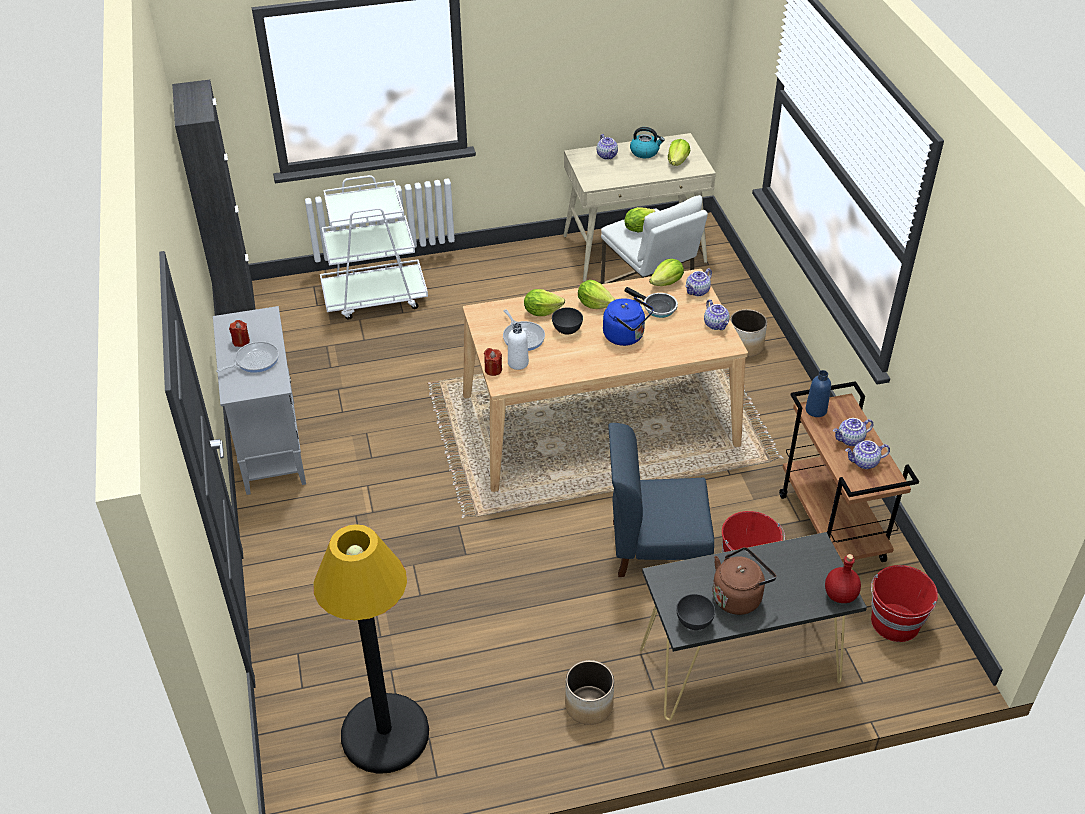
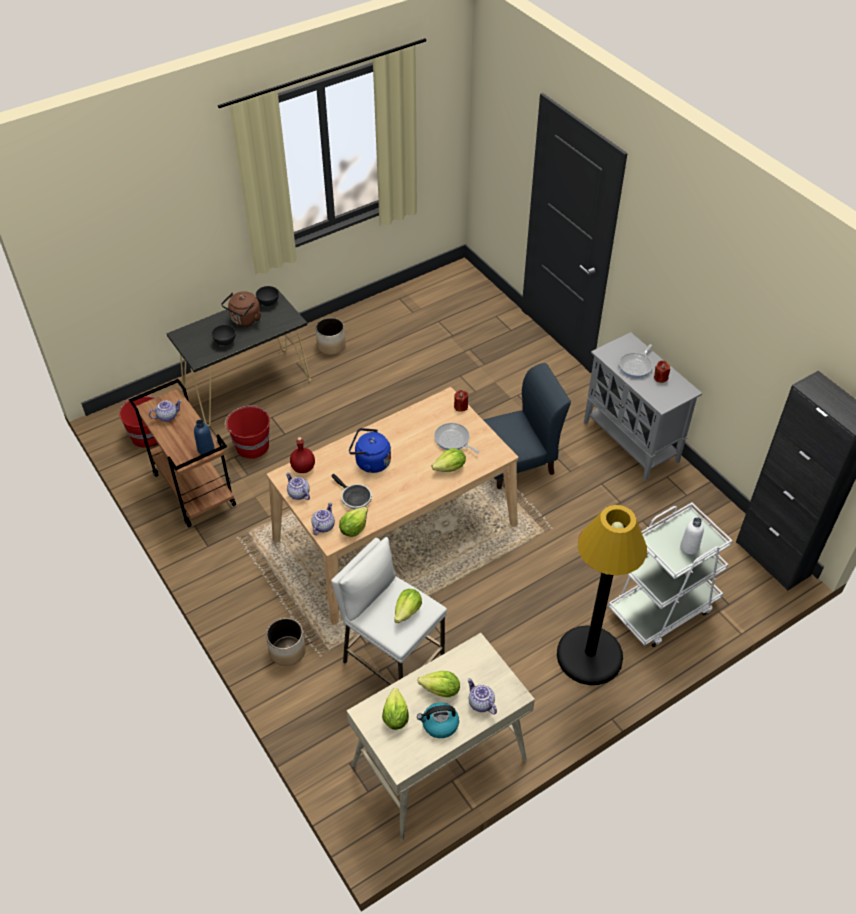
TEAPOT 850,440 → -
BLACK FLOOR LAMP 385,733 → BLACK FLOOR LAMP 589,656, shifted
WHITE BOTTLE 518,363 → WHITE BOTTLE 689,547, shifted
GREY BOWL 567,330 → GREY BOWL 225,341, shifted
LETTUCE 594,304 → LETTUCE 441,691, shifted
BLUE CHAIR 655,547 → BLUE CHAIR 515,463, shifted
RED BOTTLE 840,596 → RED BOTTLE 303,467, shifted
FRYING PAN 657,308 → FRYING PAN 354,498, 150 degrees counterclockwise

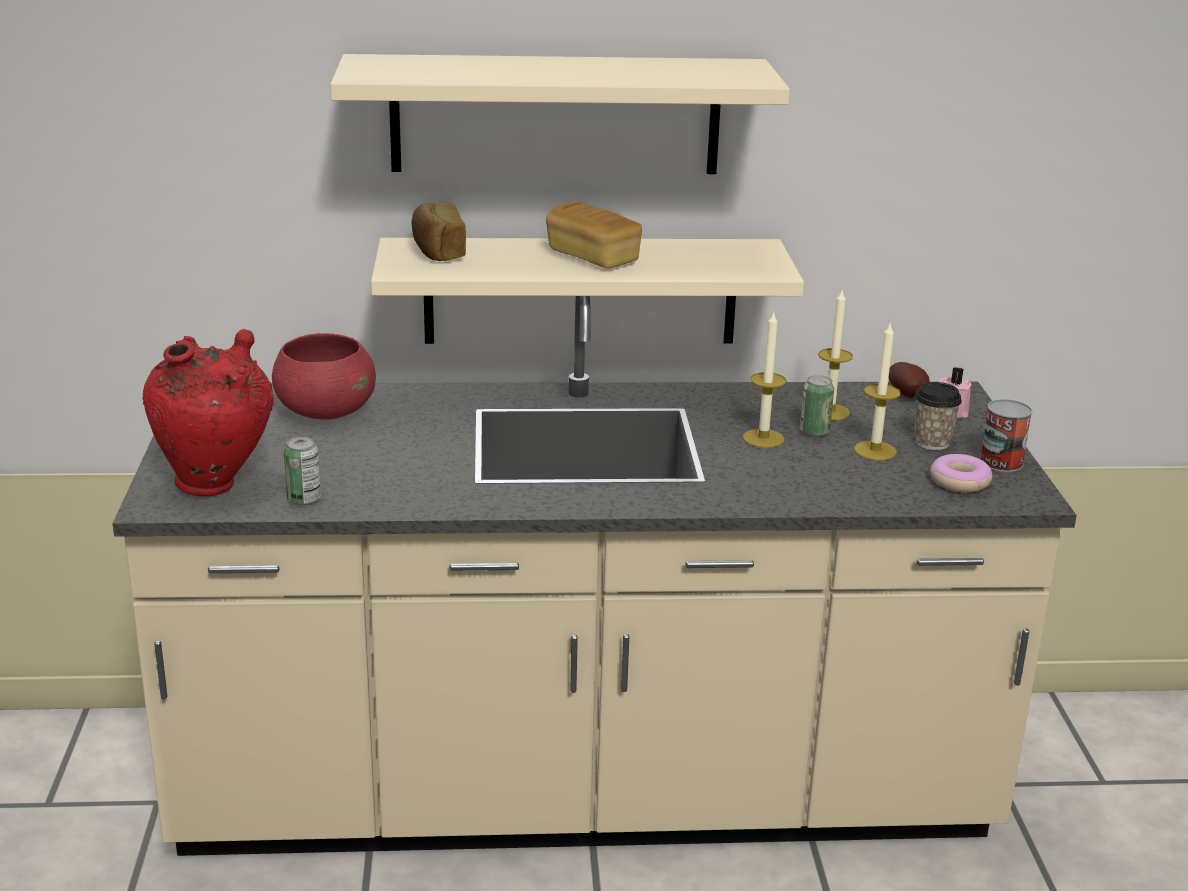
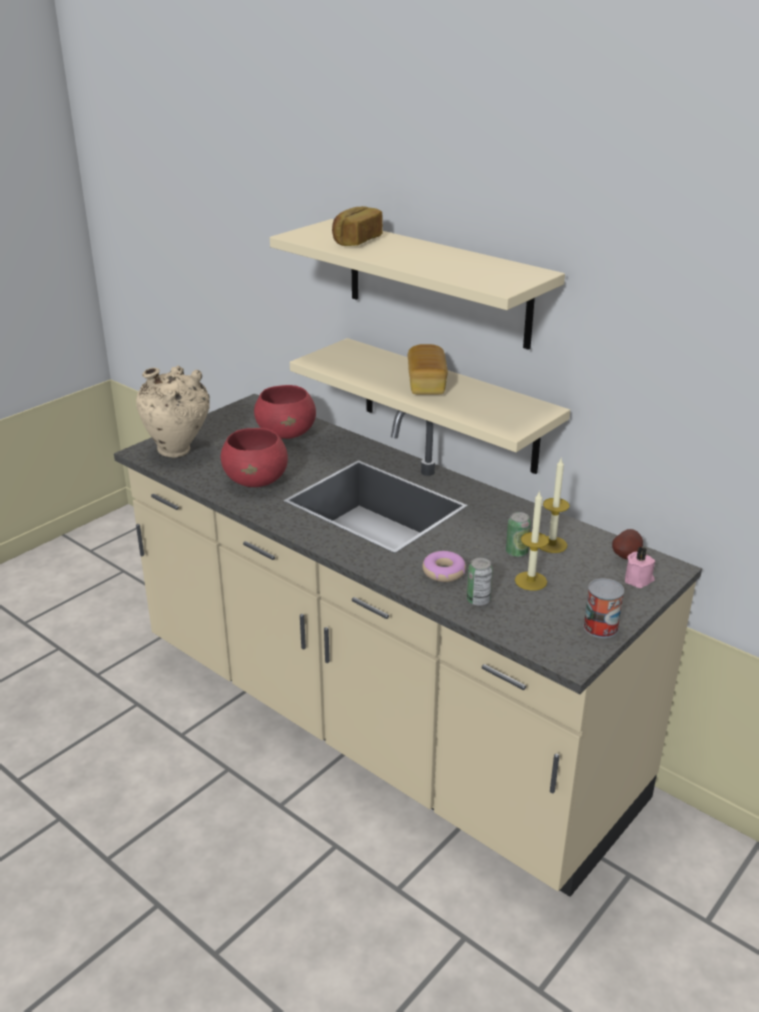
CANDLE 763,438 → -
CUP 932,442 → -
- → RED BOWL 257,481
CAN 304,499 → CAN 478,600, shifted
BREAD 437,251 → BREAD 356,241, shifted
DONUT 960,482 → DONUT 443,572, shifted
RED VASE 216,485 → BEIGE VASE 178,452

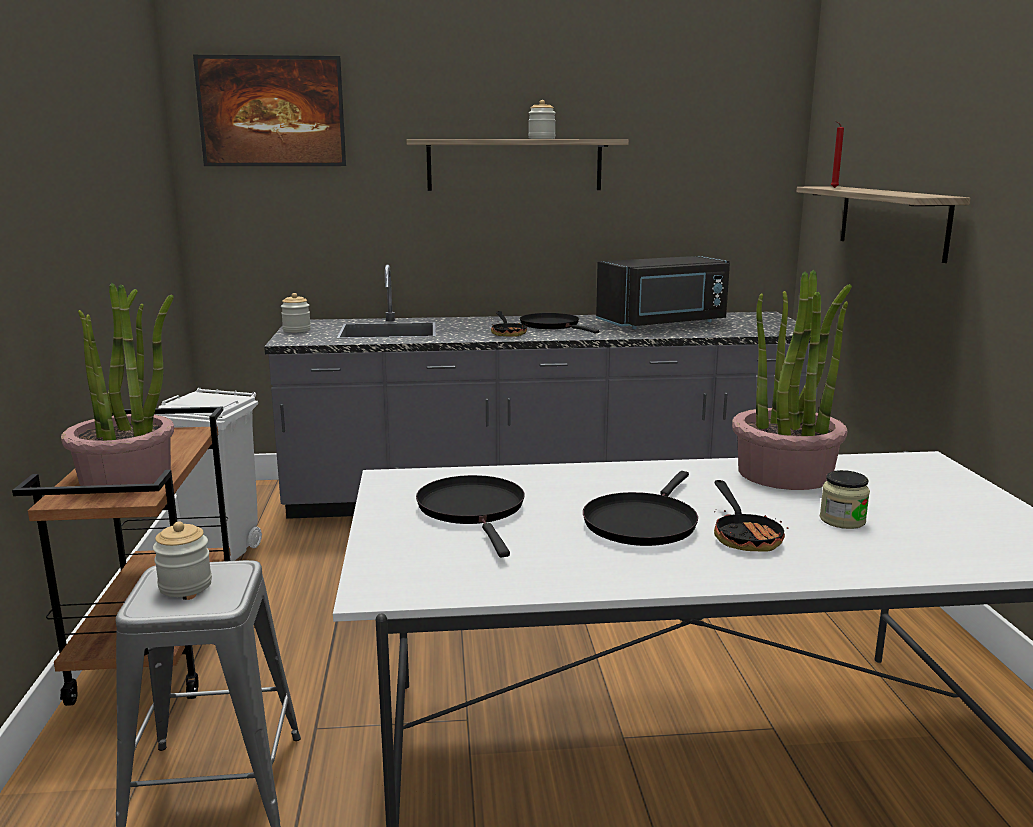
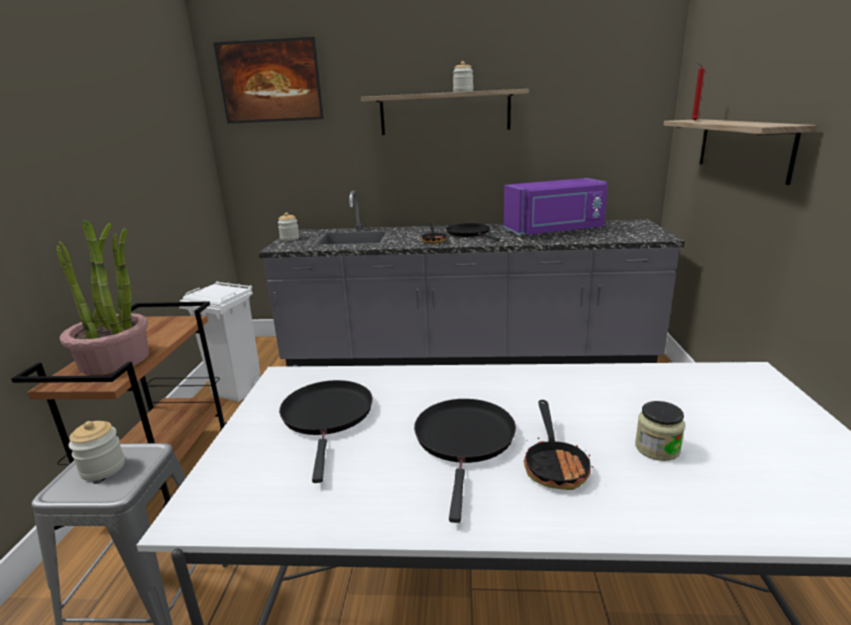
POTTED PLANT 785,473 → -
BLACK MICROWAVE 664,323 → PURPLE MICROWAVE 555,231
BLACK FRYING PAN 642,523 → BLACK FRYING PAN 465,440, 150 degrees clockwise

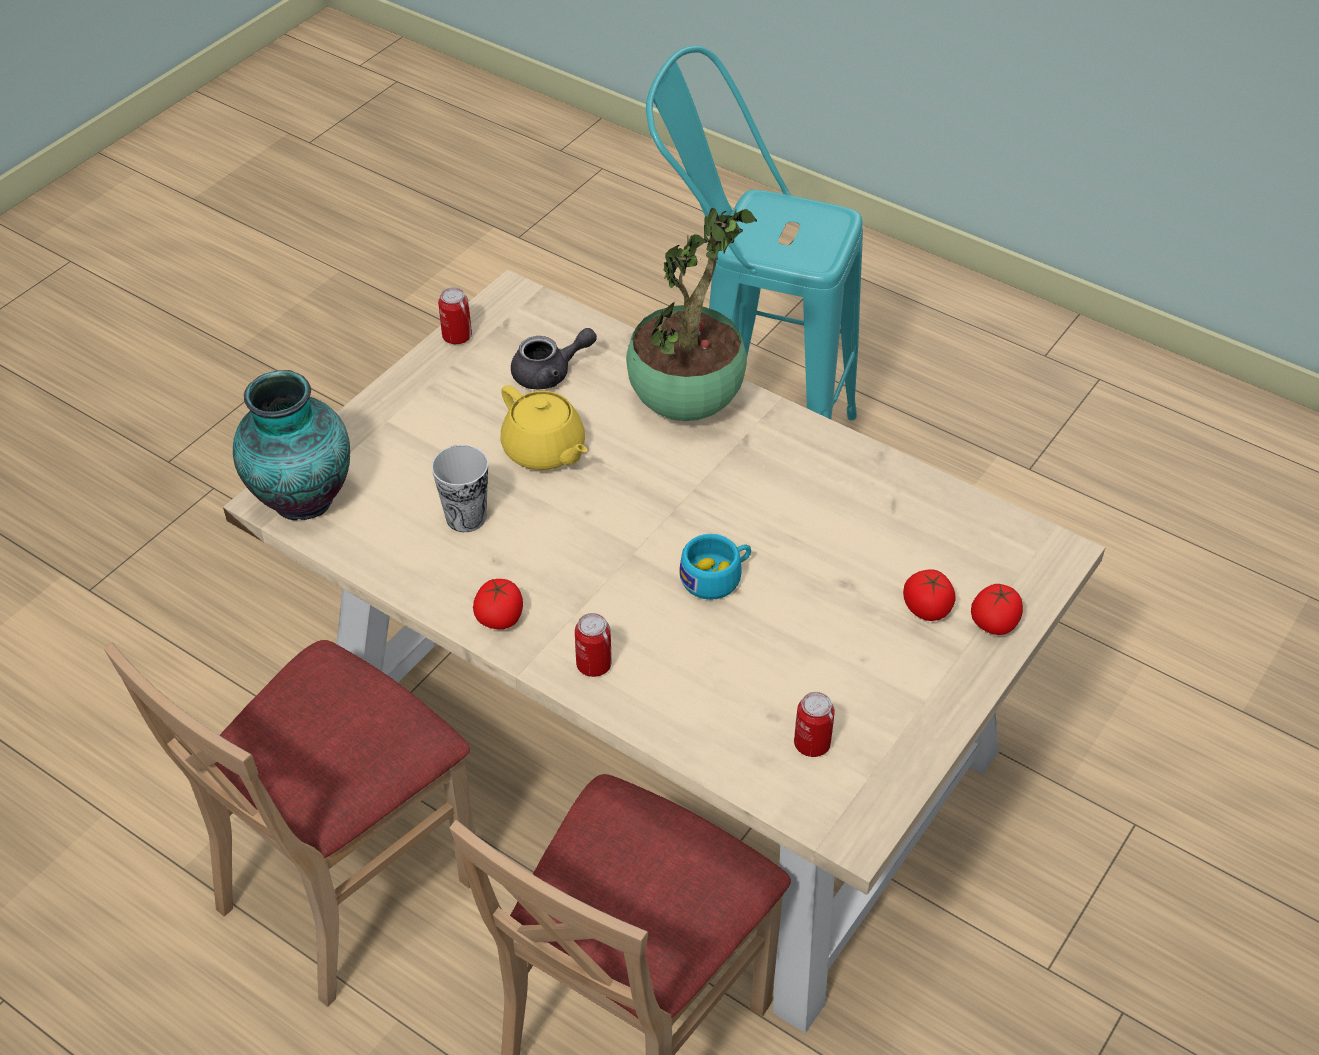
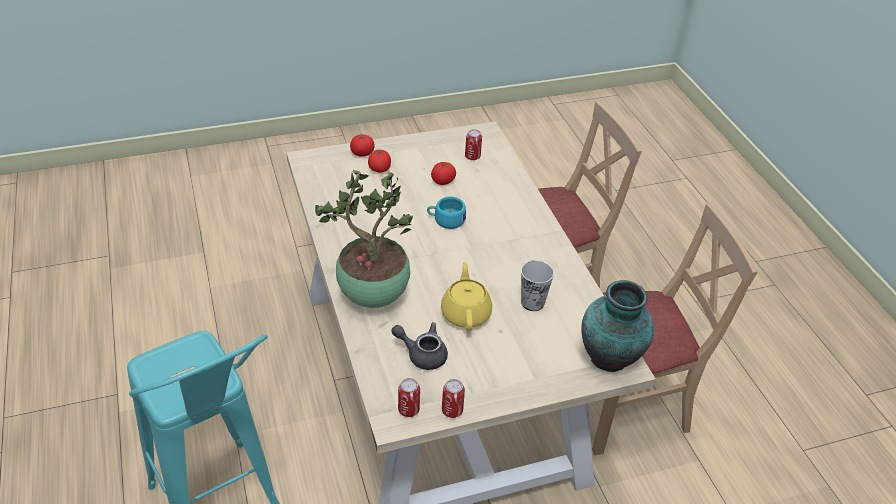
TOMATO 500,617 → TOMATO 443,181, shifted
CAN 594,665 → CAN 408,409, shifted

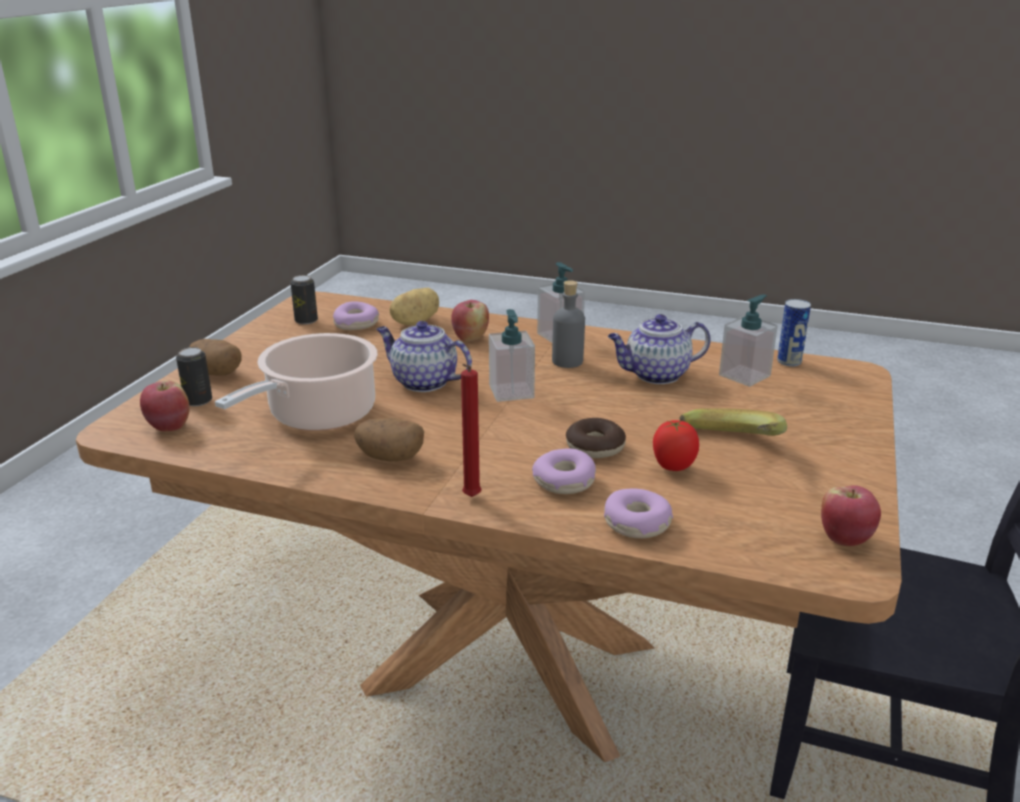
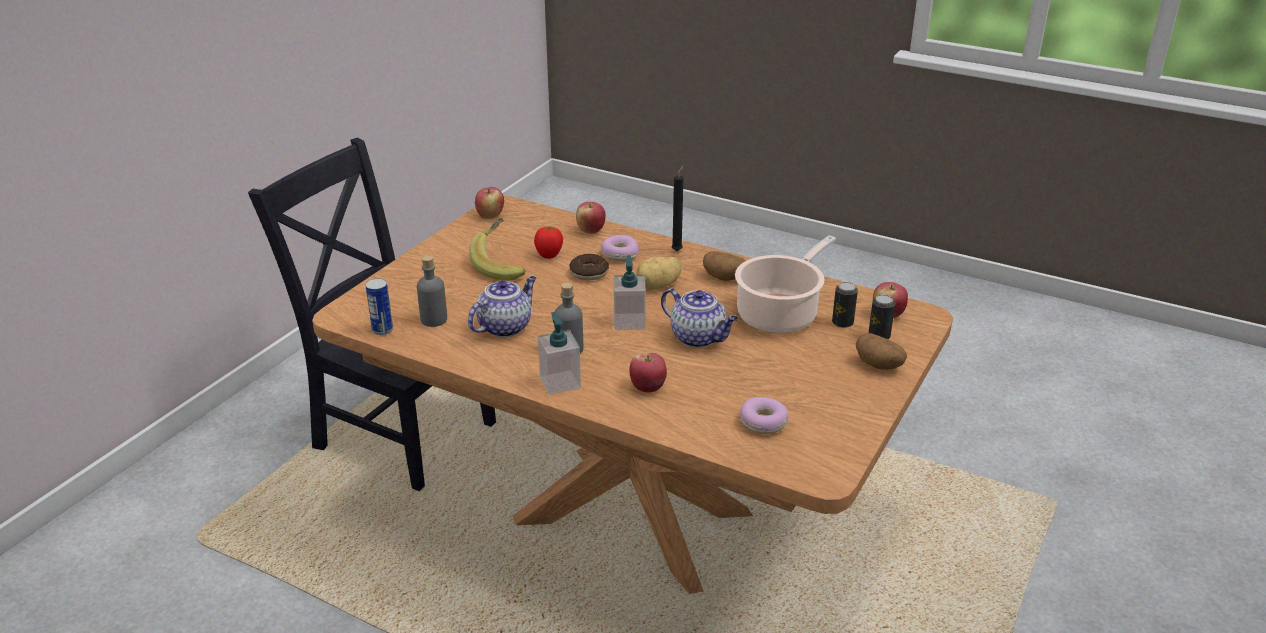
CAN 306,321 → CAN 842,323, shifted
POTATO 414,322 → POTATO 659,286, shifted
DONUT 637,524 → APPLE 590,231
SOAP DISPENSER 744,375 → GREY BOTTLE 434,319
RED CANDLE 470,498 → BLACK CANDLE 677,250
TEAPOT 655,375 → TEAPOT 505,327, 45 degrees counterclockwise

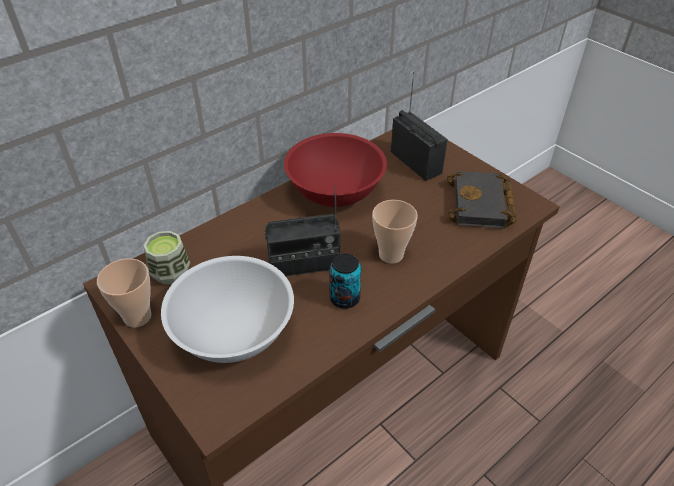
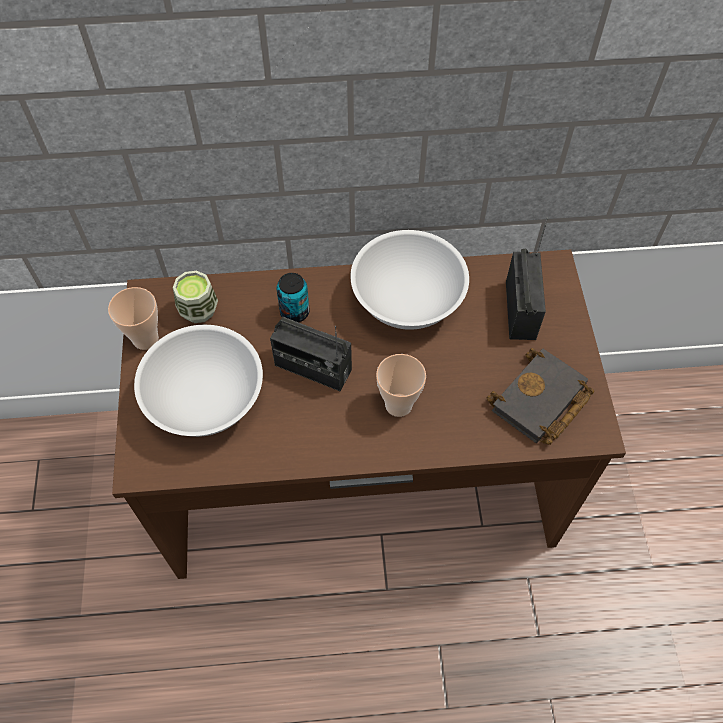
CAN 344,298 → CAN 294,312, shifted
RED BOWL 334,191 → WHITE BOWL 407,300

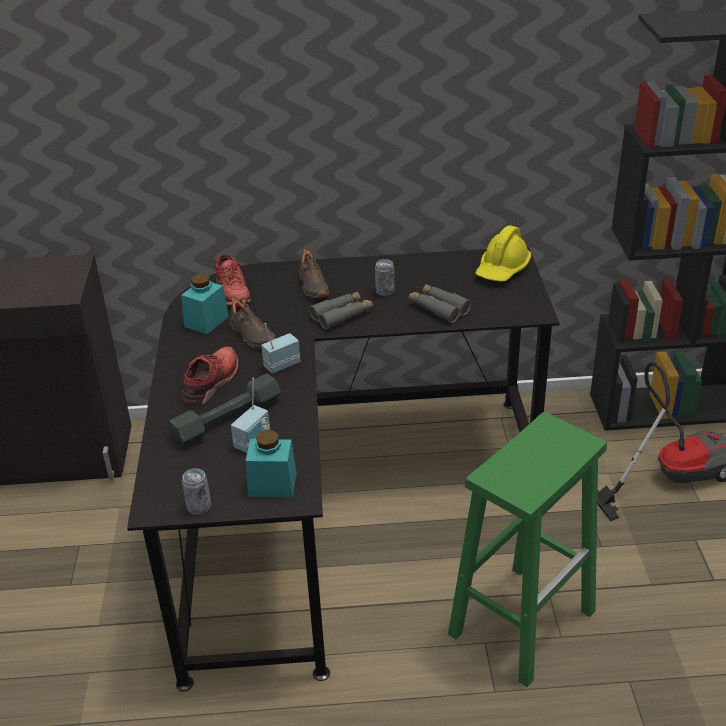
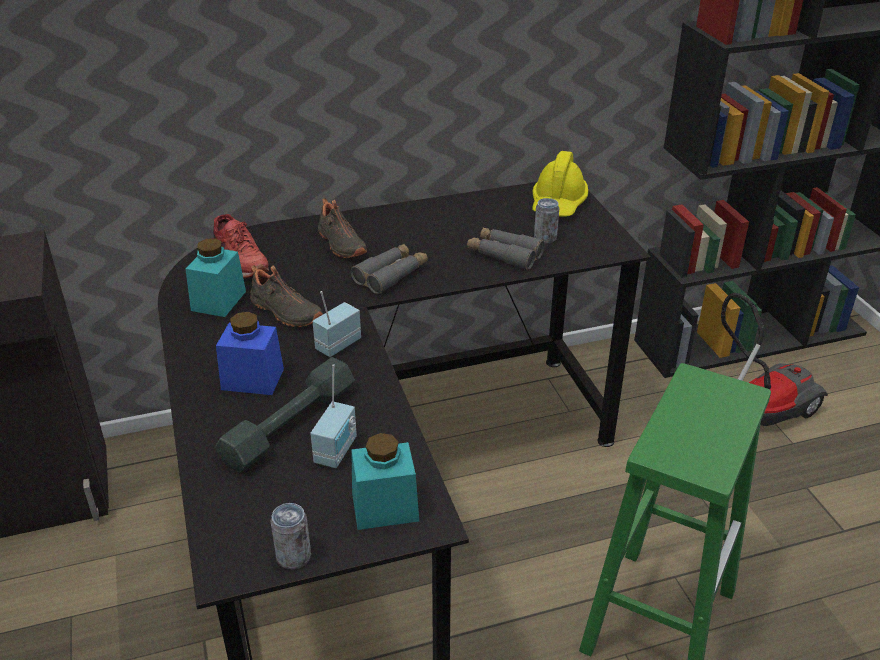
CAN 385,291 → CAN 545,238, shifted
RED SHOE 212,383 → BLUE JAR 252,379

